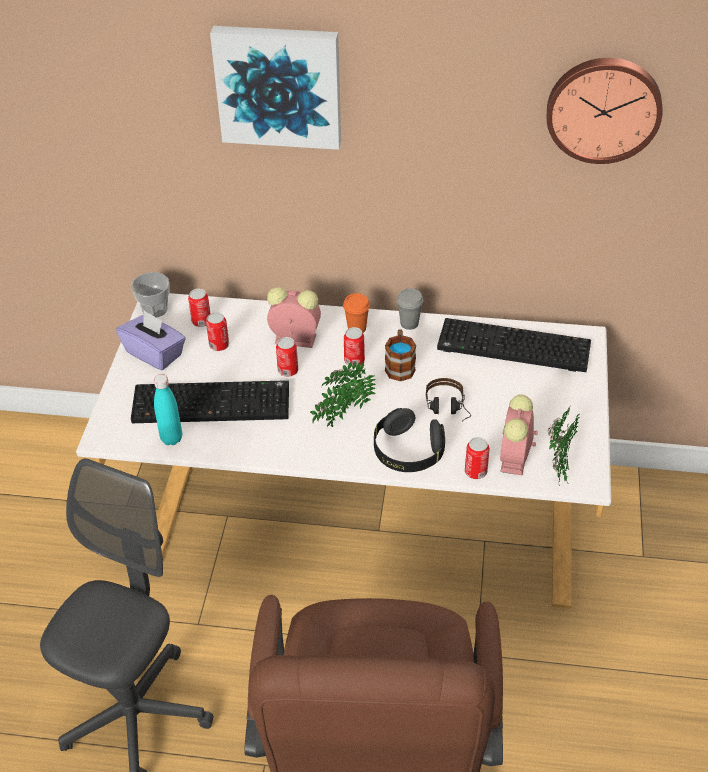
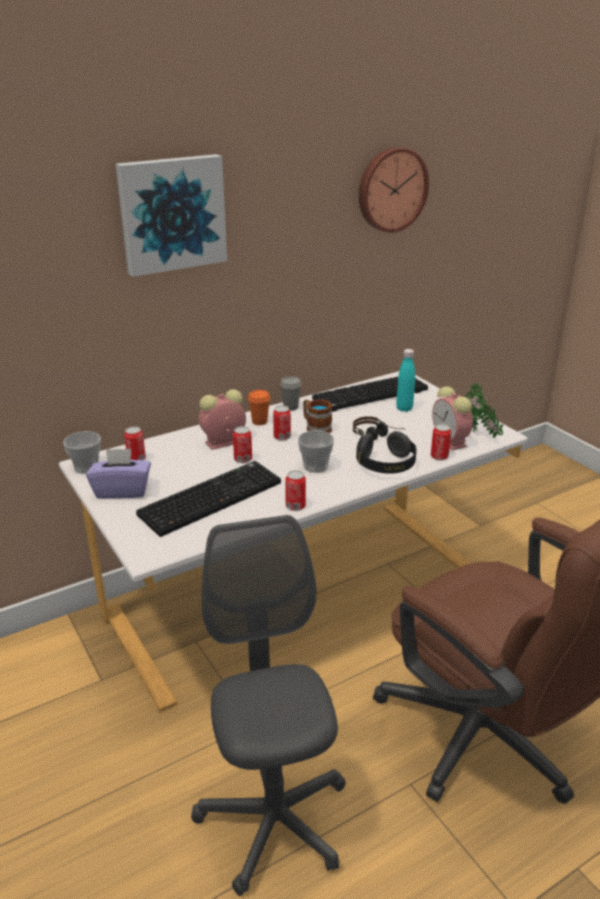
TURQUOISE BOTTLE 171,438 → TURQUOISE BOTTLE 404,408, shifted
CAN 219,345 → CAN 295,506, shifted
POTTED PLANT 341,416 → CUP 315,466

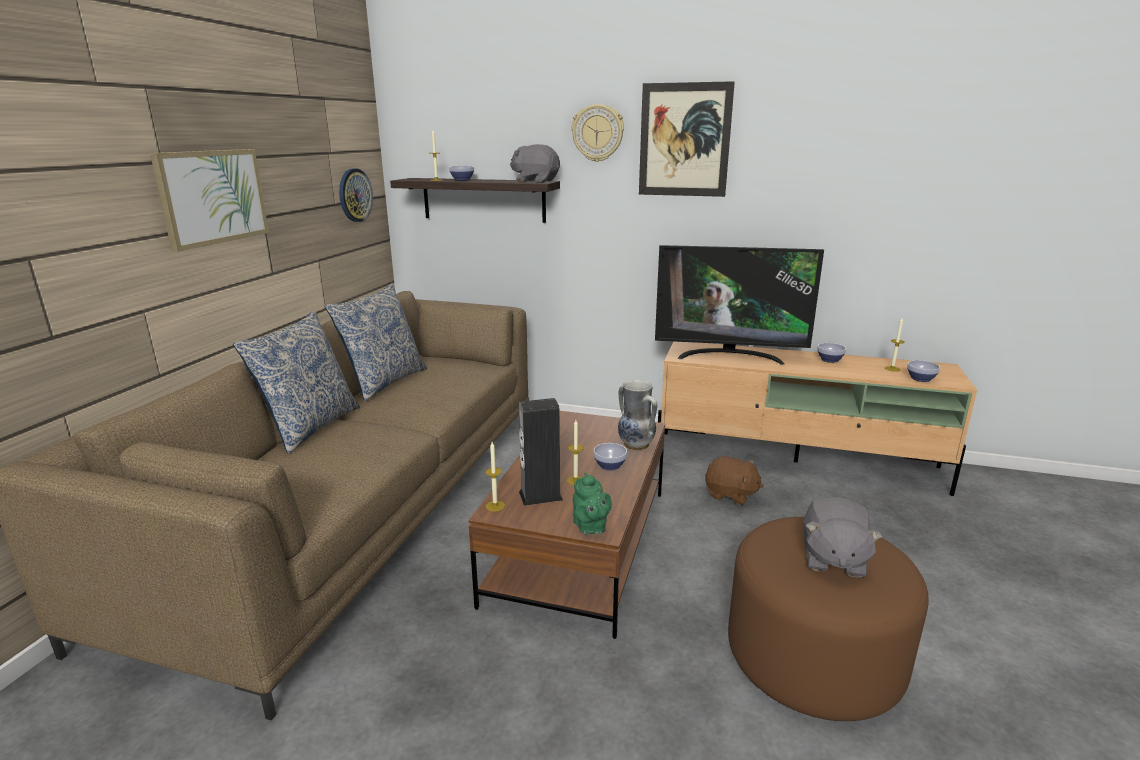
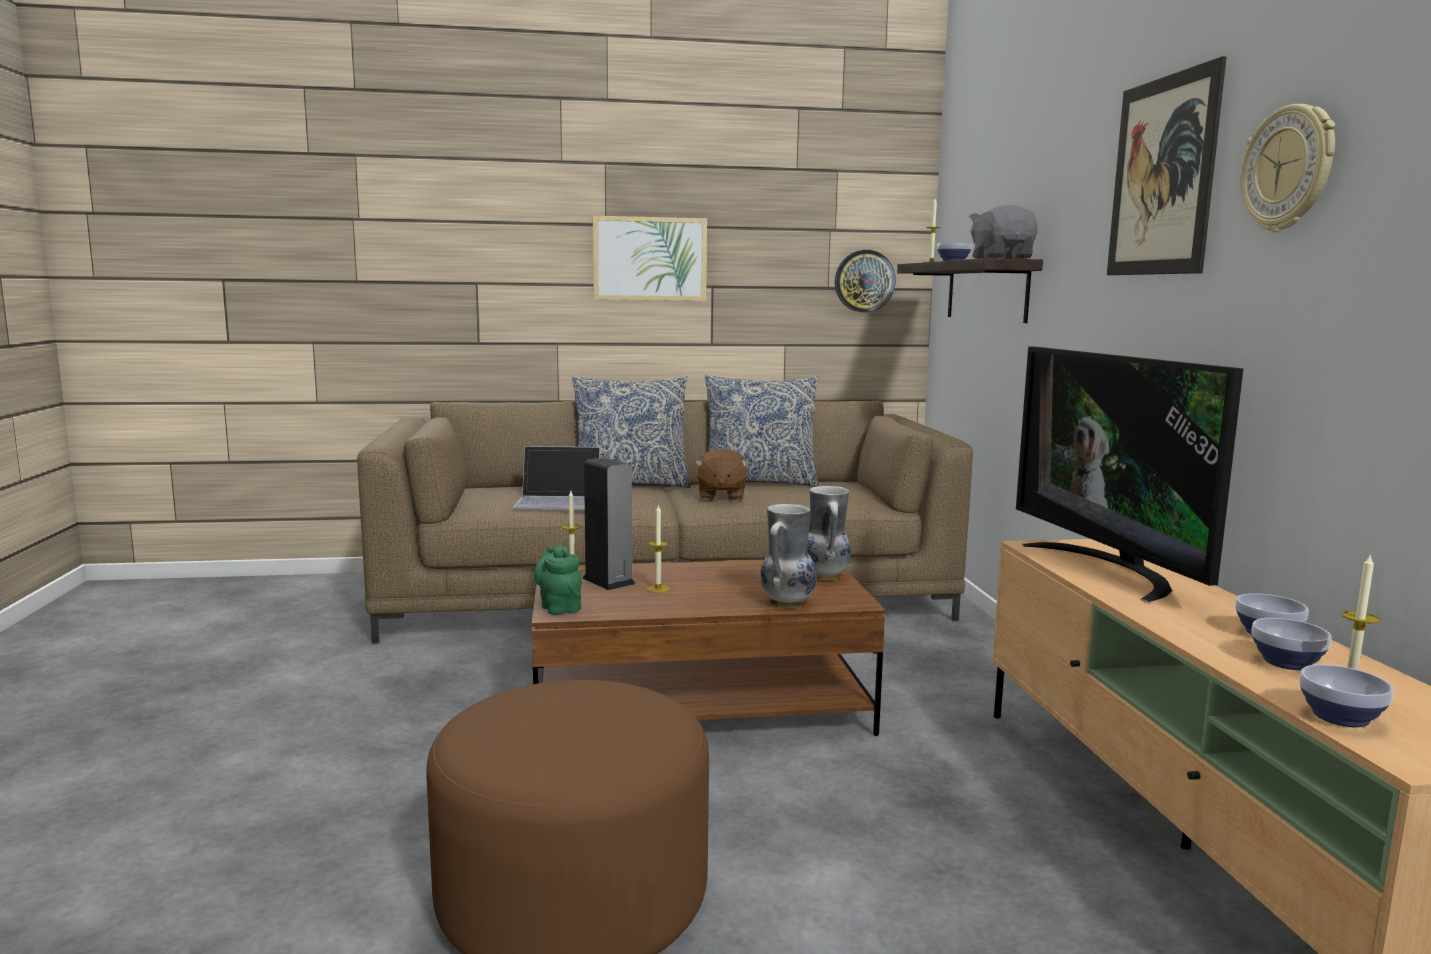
GREY PLUSH TOY 832,559 → -
- → LAPTOP 558,500
- → VASE 825,576
WALL CLOCK 598,133 → WALL CLOCK 1288,169, shifted
BOWL 609,465 → BOWL 1286,662, shifted
BROWN PLUSH TOY 730,494 → BROWN PLUSH TOY 720,496, shifted
GREEN TEAPOT 590,527 → GREEN TEAPOT 559,607, 105 degrees clockwise

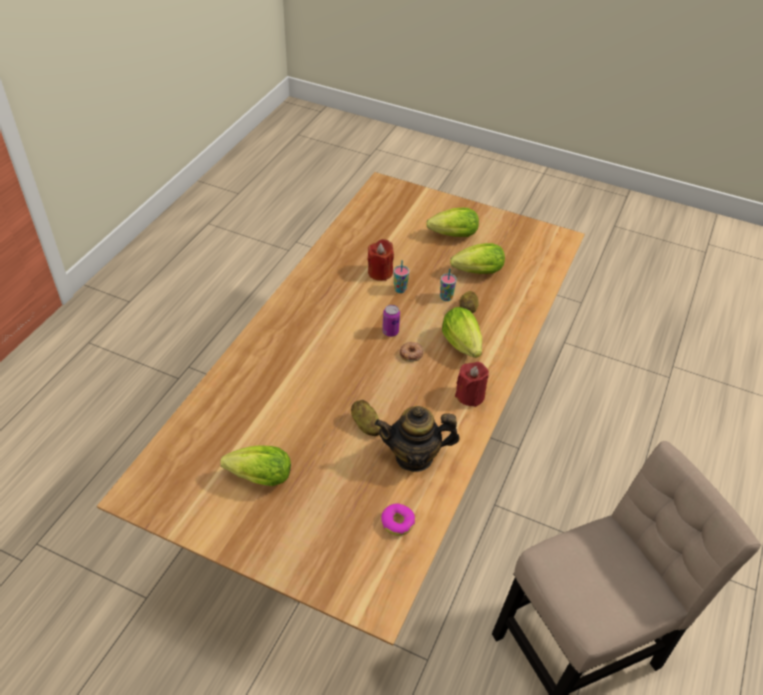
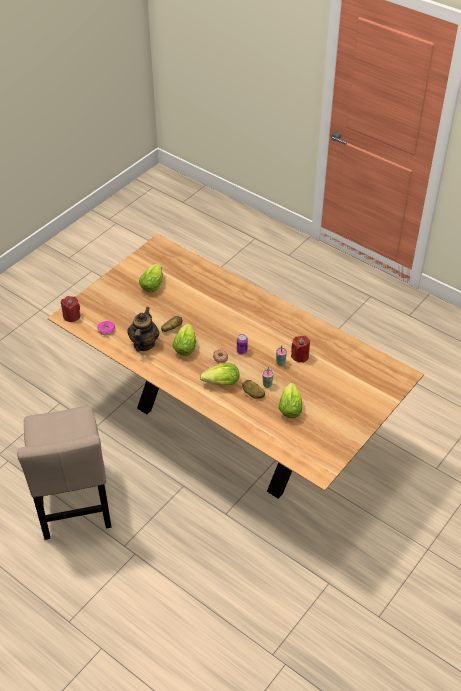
LETTUCE 450,235 → LETTUCE 185,346, shifted
RED CANDLE 470,395 → RED CANDLE 72,316, shifted

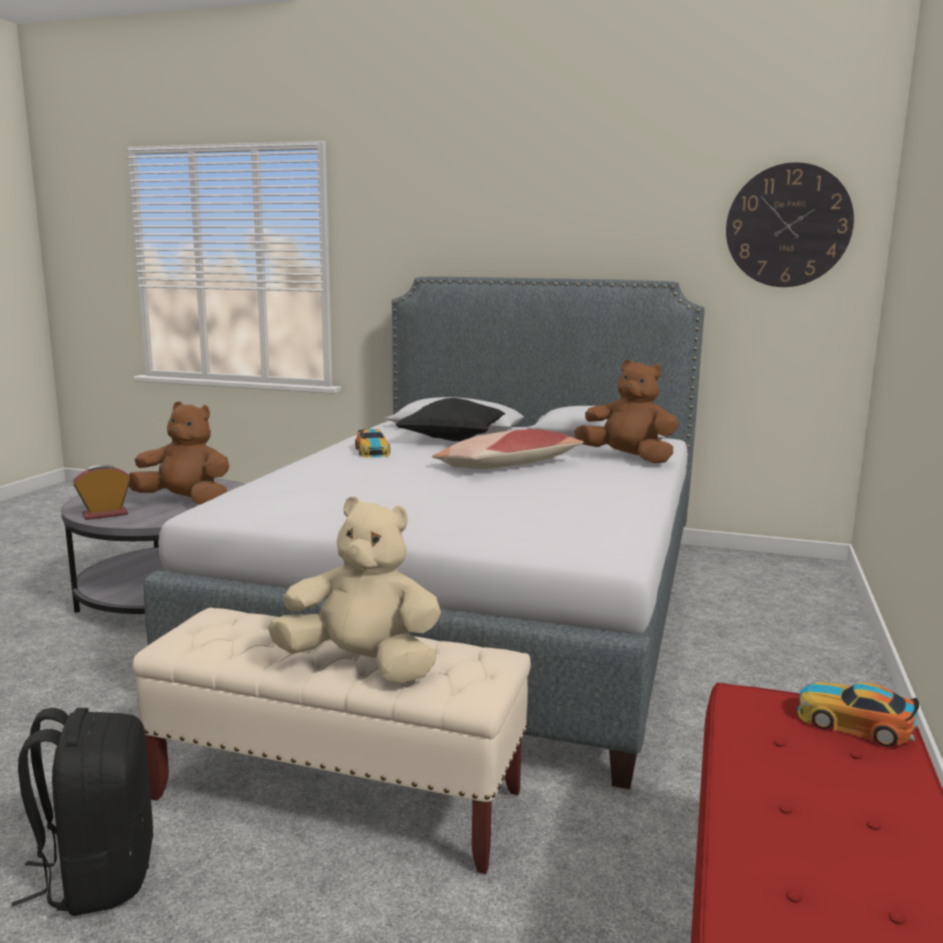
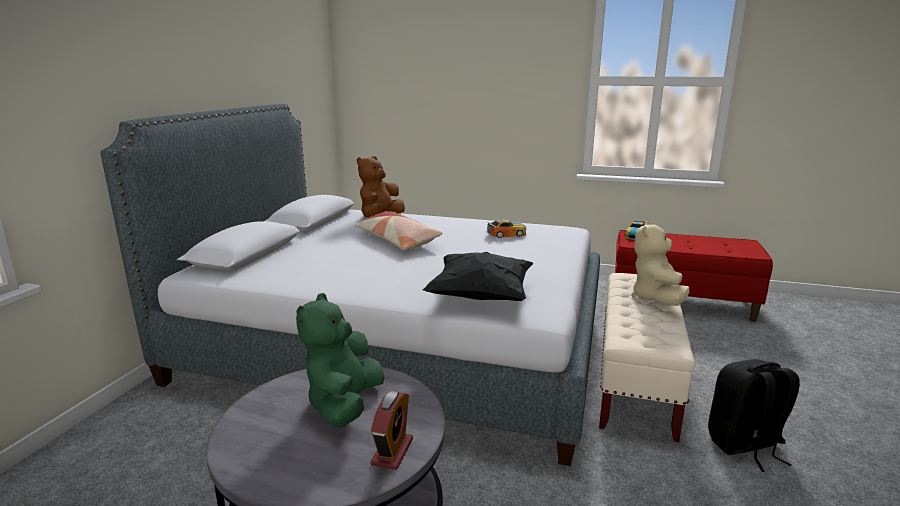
WALL CLOCK 788,226 → -
TOY CAR 372,451 → TOY CAR 506,234, shifted
BLACK PILLOW 452,440 → BLACK PILLOW 480,297, shifted
BROWN PLUSH TOY 185,502 → GREEN PLUSH TOY 344,404
ALARM CLOCK 105,514 → ALARM CLOCK 392,451, 135 degrees counterclockwise

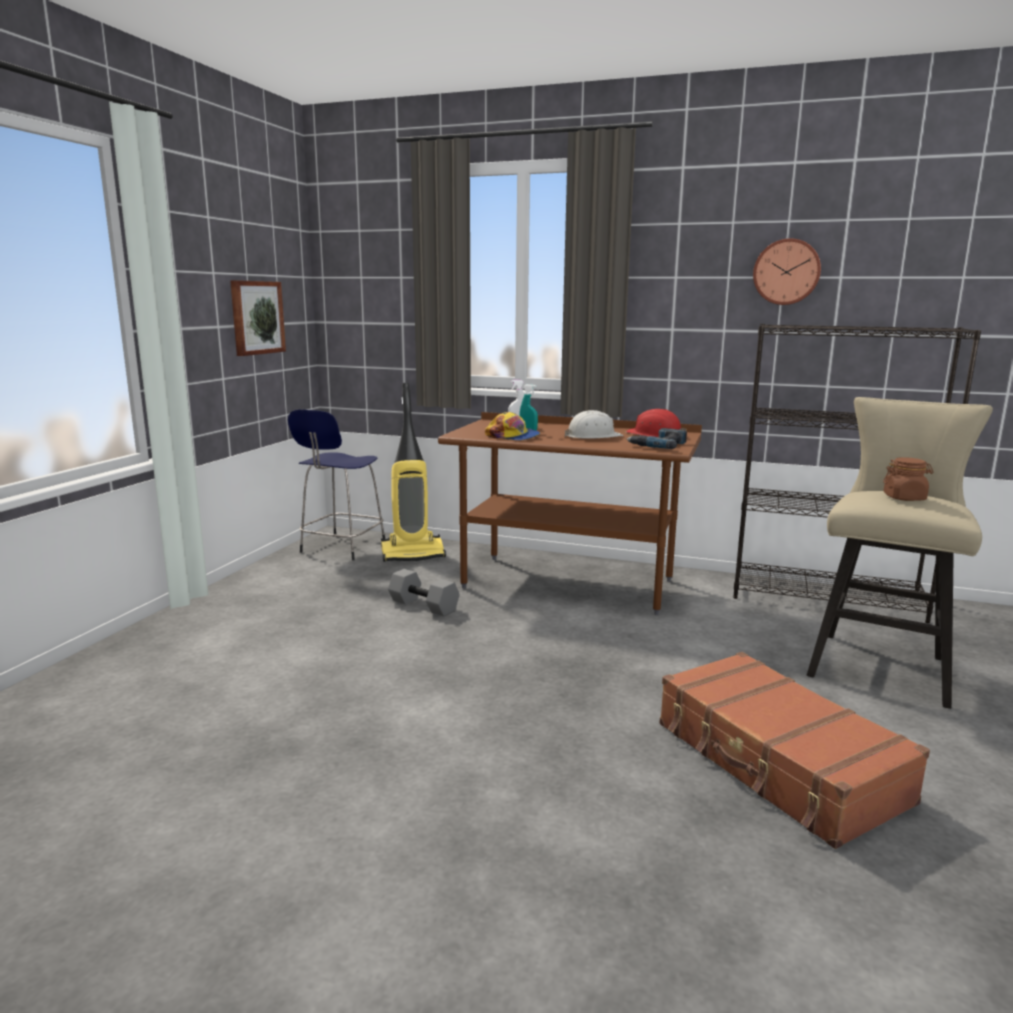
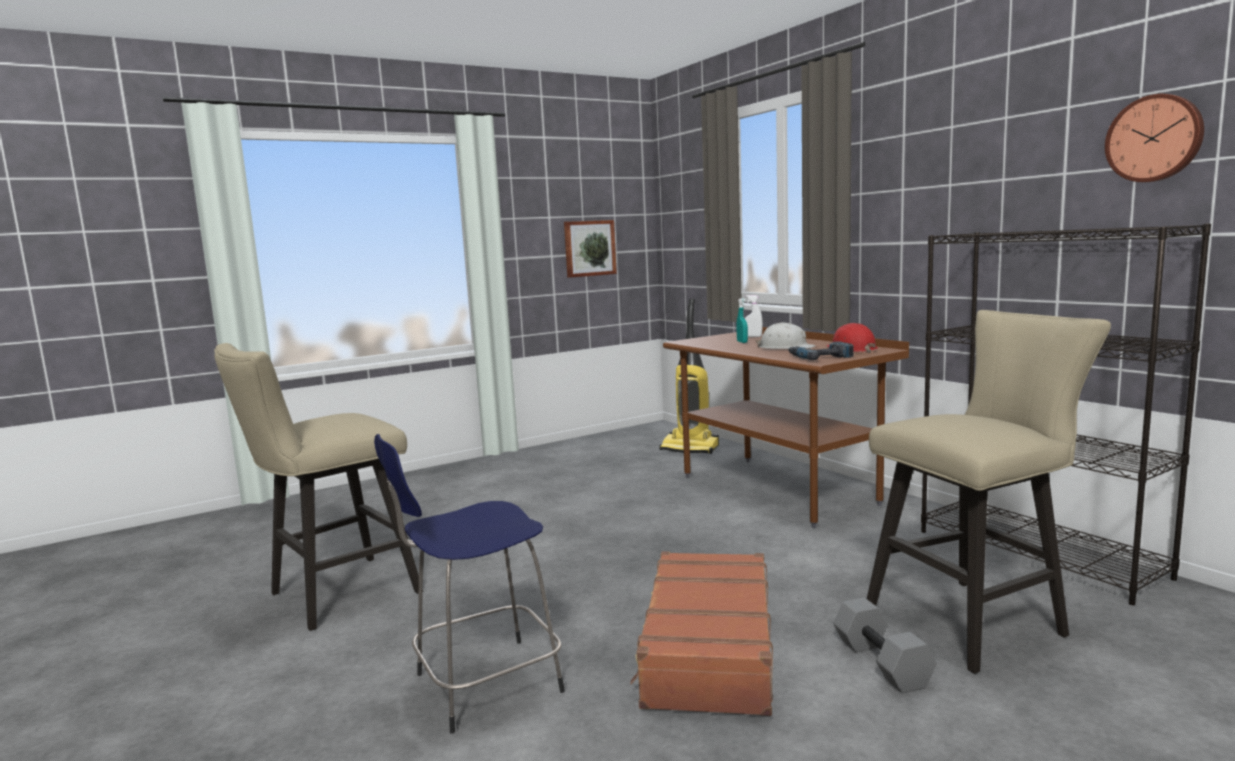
CAP 513,436 → -
BROWN JAR 904,498 → -
- → BEIGE STOOL 334,596
BLUE STOOL 341,548 → BLUE STOOL 482,685, shifted
GREY DUMBBELL 425,605 → GREY DUMBBELL 883,663, shifted
WALL CLOCK 786,272 → WALL CLOCK 1154,138, shifted

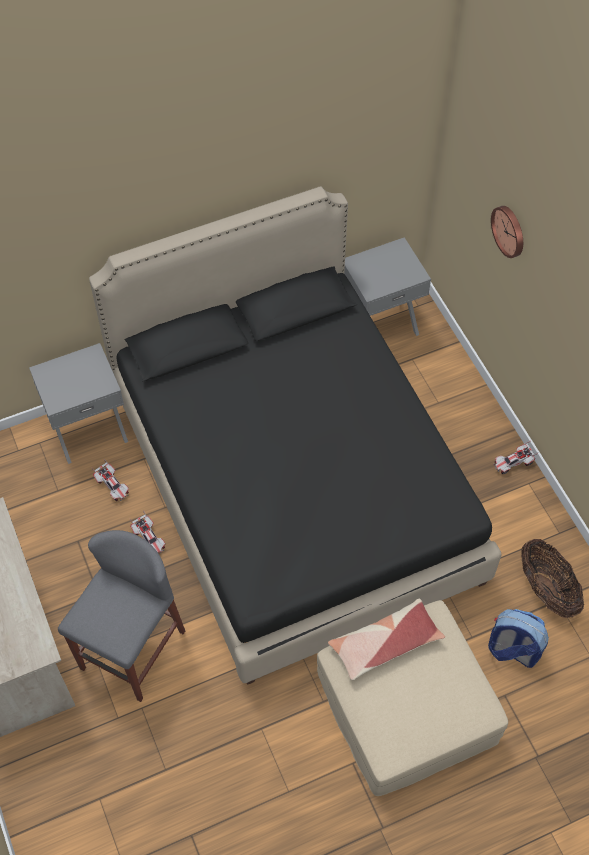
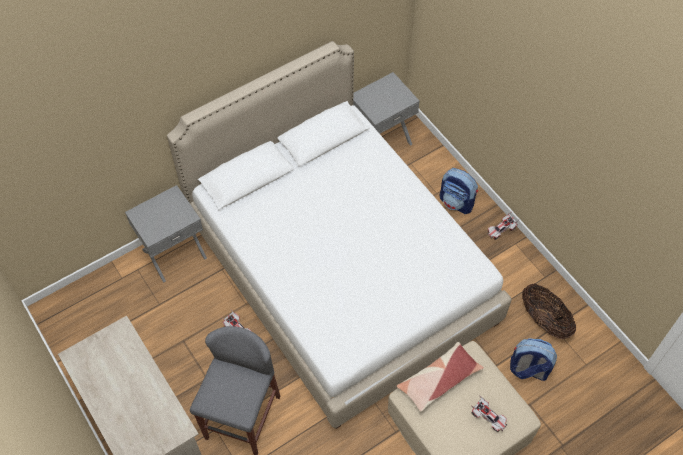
WALL CLOCK 509,231 → -
- → BACKPACK 457,202
TOY CAR 112,486 → TOY CAR 488,417, shifted
BLACK BED 294,485 → WHITE BED 341,272

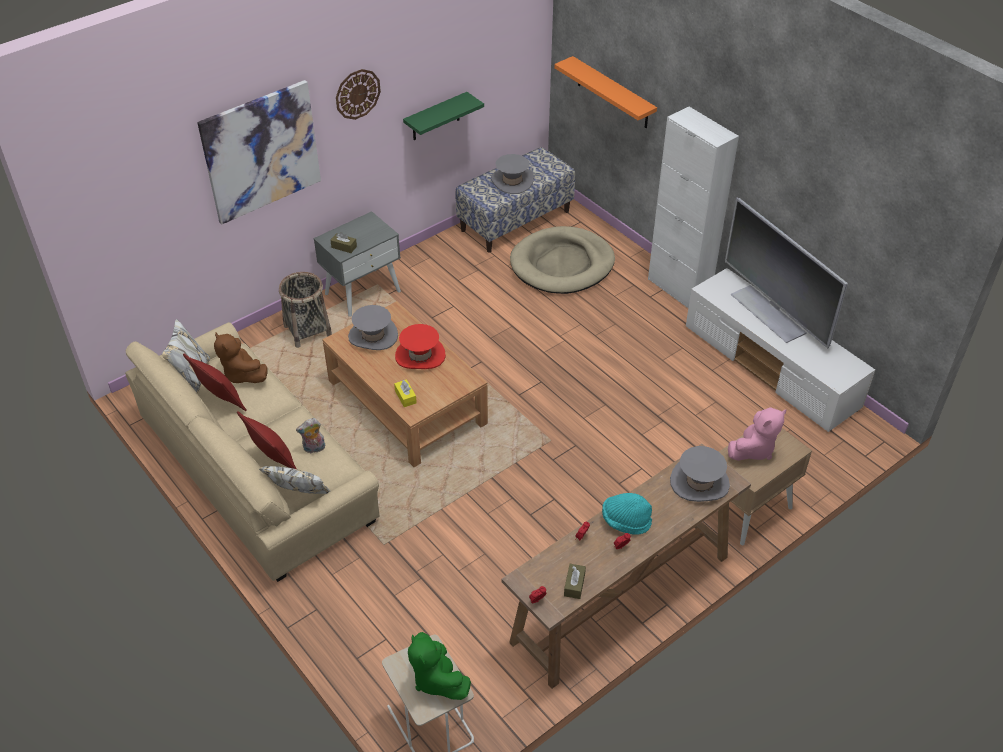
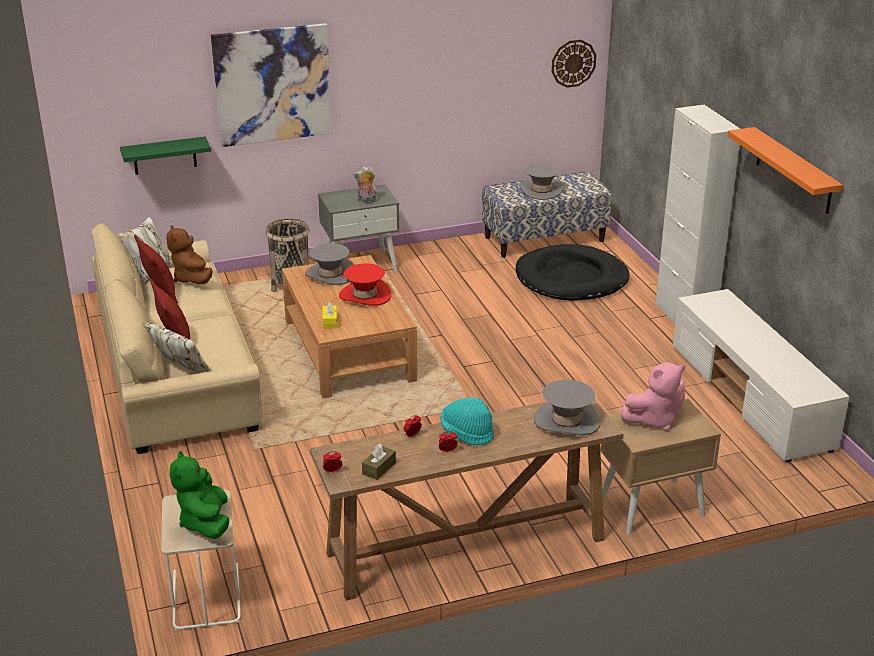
BROWN TISSUE BOX 344,247 → -
TELEVISION 769,313 → -
PLUSH TOY 314,449 → PLUSH TOY 366,201, shifted
WALL CLOCK 357,94 → WALL CLOCK 573,63, shifted
GREEN SHELF 435,117 → GREEN SHELF 164,156, shifted
ORANGE SHELF 612,93 → ORANGE SHELF 794,171, shifted
BEIGE DOG BED 562,264 → BLACK DOG BED 571,278

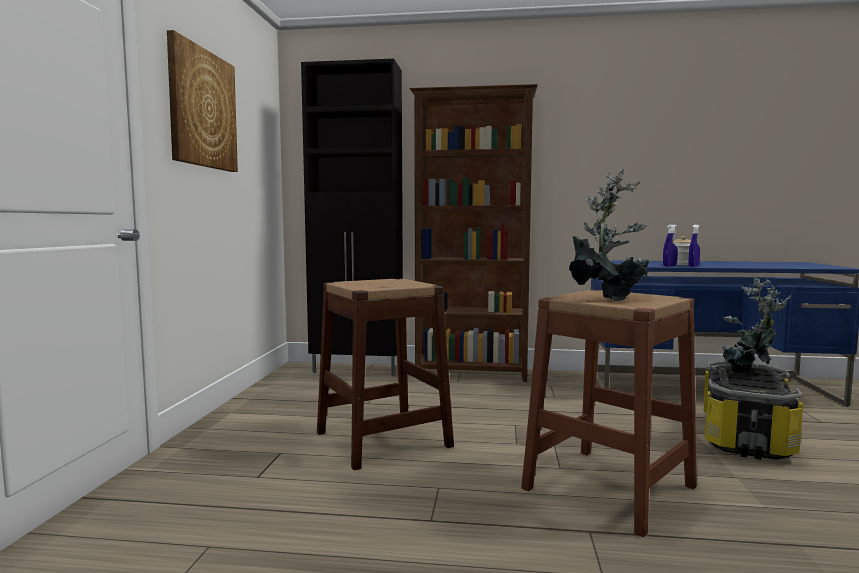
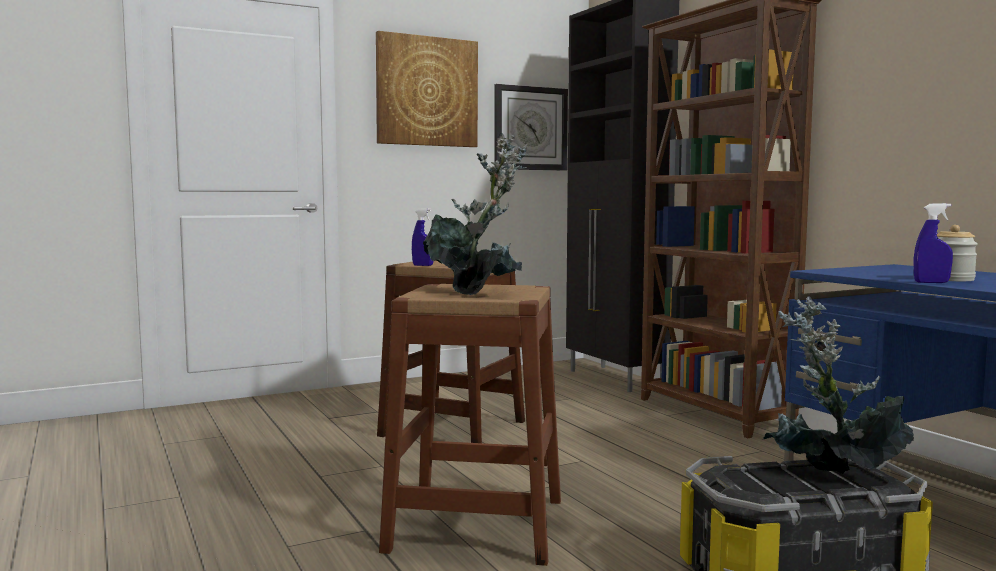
- → WALL CLOCK 530,128
BLUE SPRAY BOTTLE 669,266 → BLUE SPRAY BOTTLE 423,265, shifted

